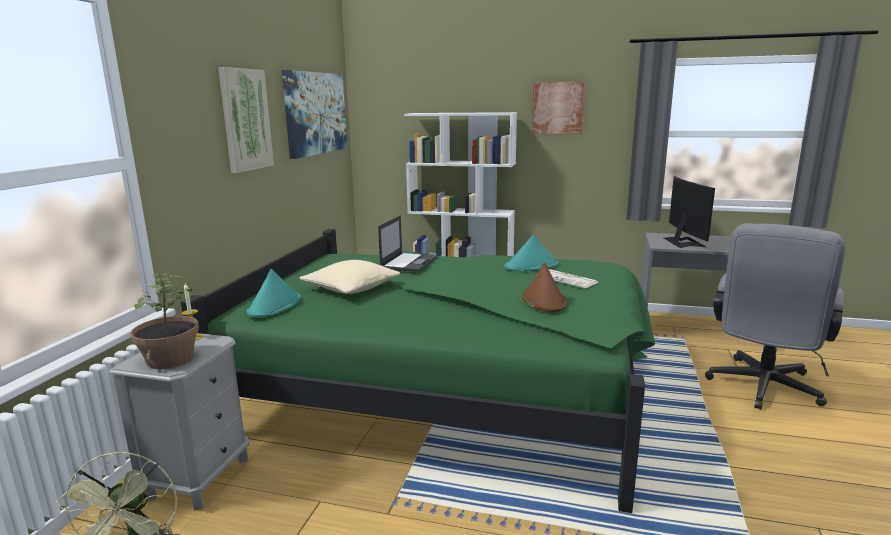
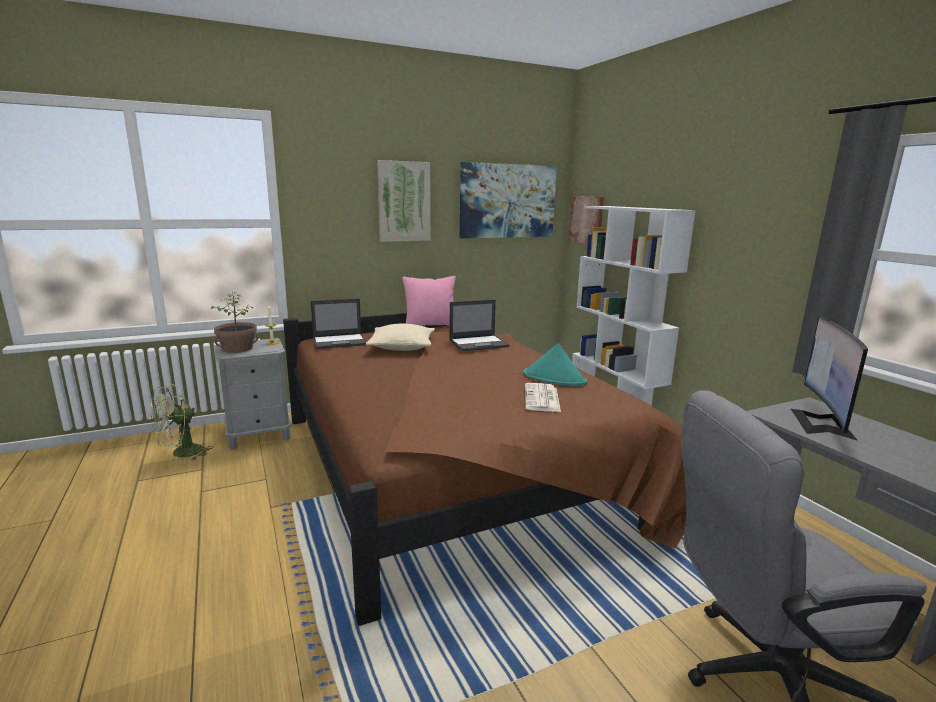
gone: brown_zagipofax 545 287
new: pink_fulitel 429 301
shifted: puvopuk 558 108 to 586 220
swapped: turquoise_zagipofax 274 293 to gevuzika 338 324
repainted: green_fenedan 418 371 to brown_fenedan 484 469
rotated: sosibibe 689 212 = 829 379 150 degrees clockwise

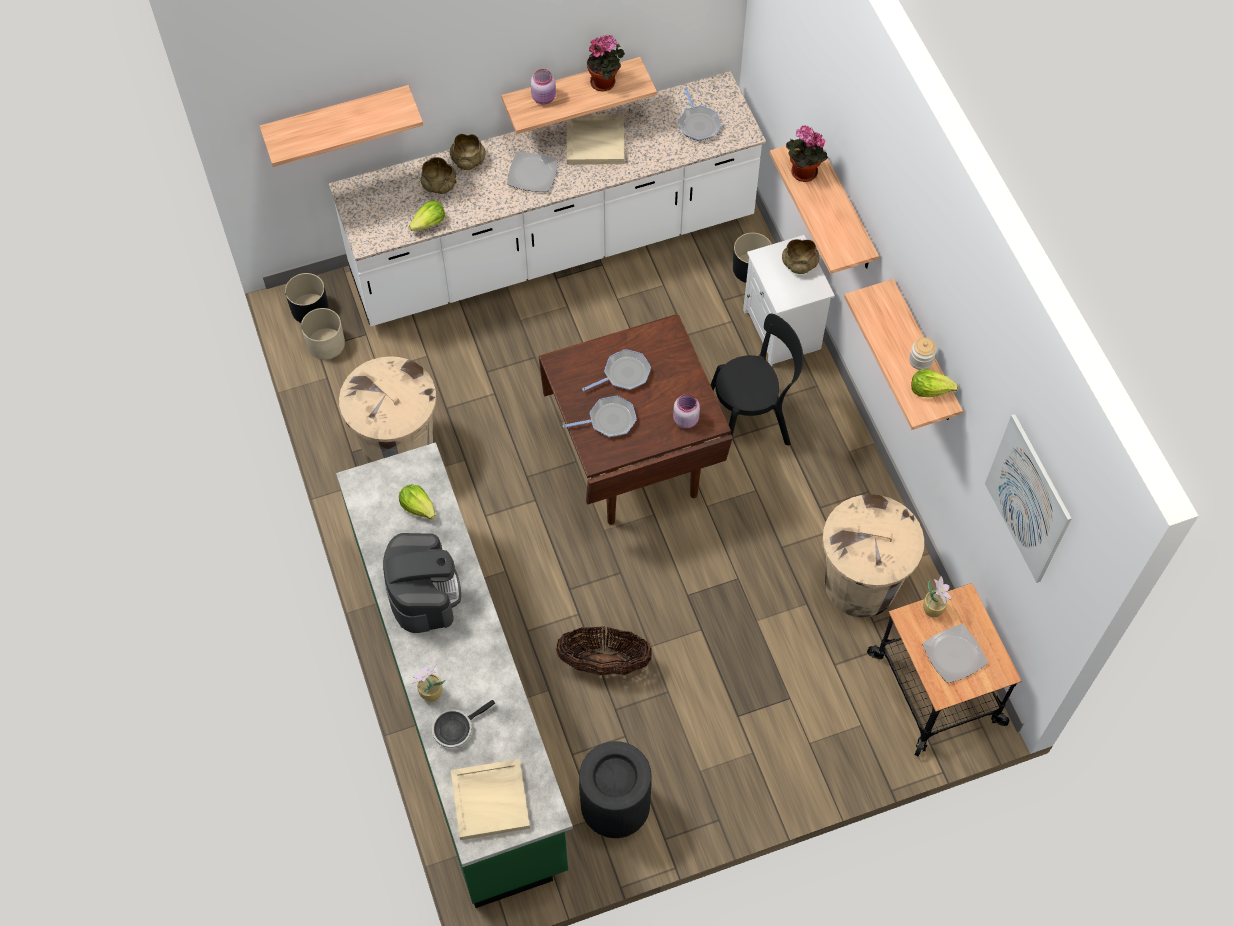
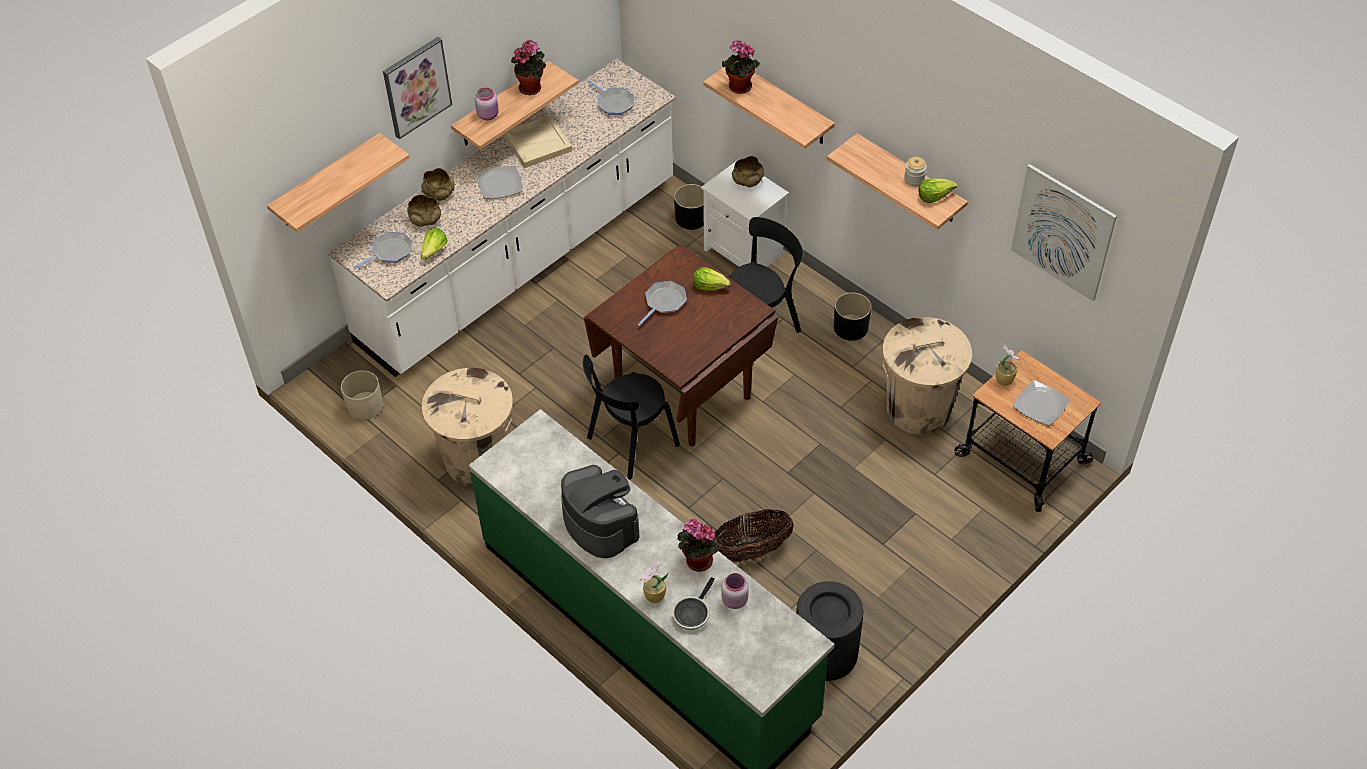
gone: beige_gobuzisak 490 799
new: puvopuk 417 88; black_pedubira 631 417; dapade 698 545
shifted: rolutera 600 416 to 383 250; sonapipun 417 502 to 712 279; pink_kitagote 686 411 to 735 591; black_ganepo 307 298 to 852 316

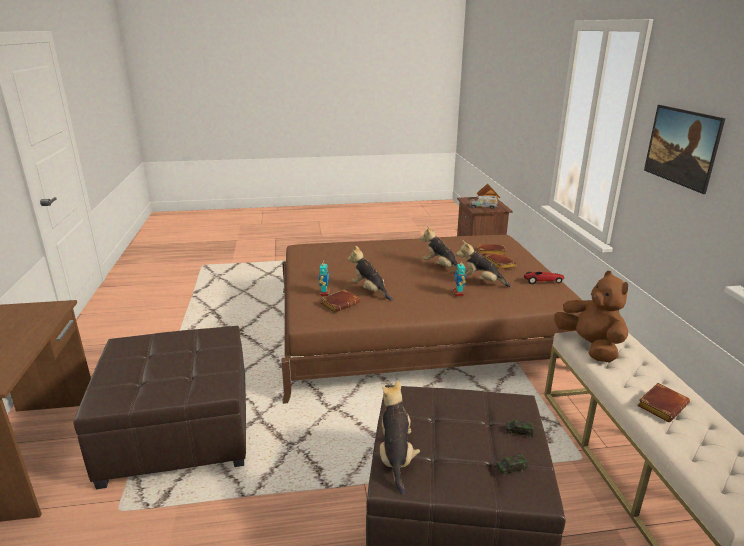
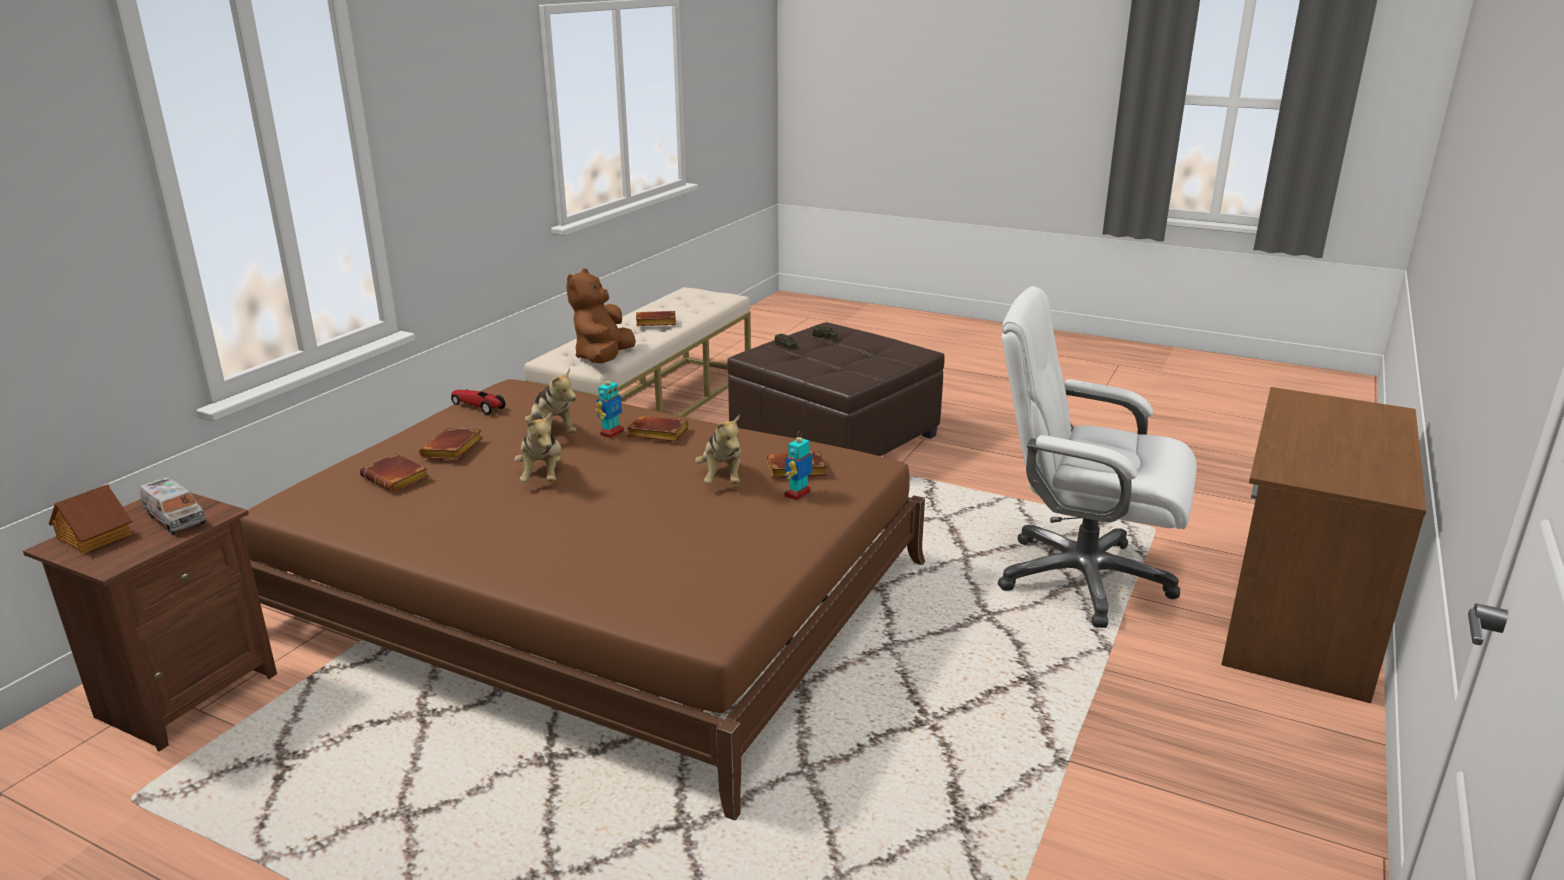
gone: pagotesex 400 437; puvopuk 684 149
new: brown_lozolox 658 428
swapped: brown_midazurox 160 407 to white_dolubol 1097 457

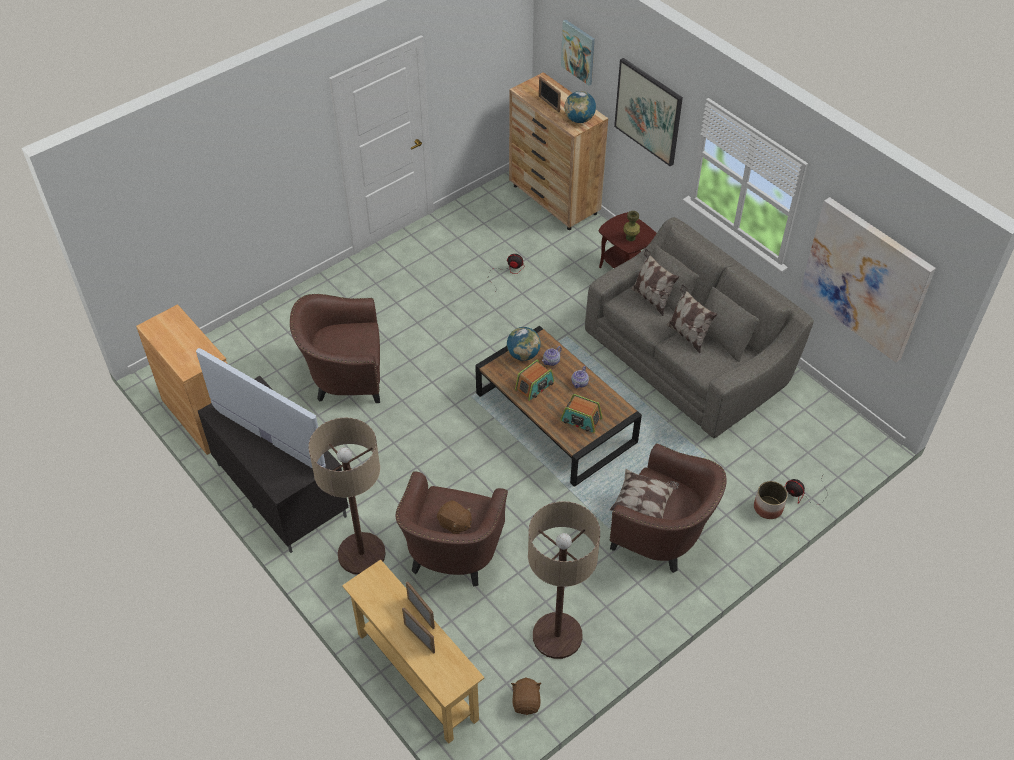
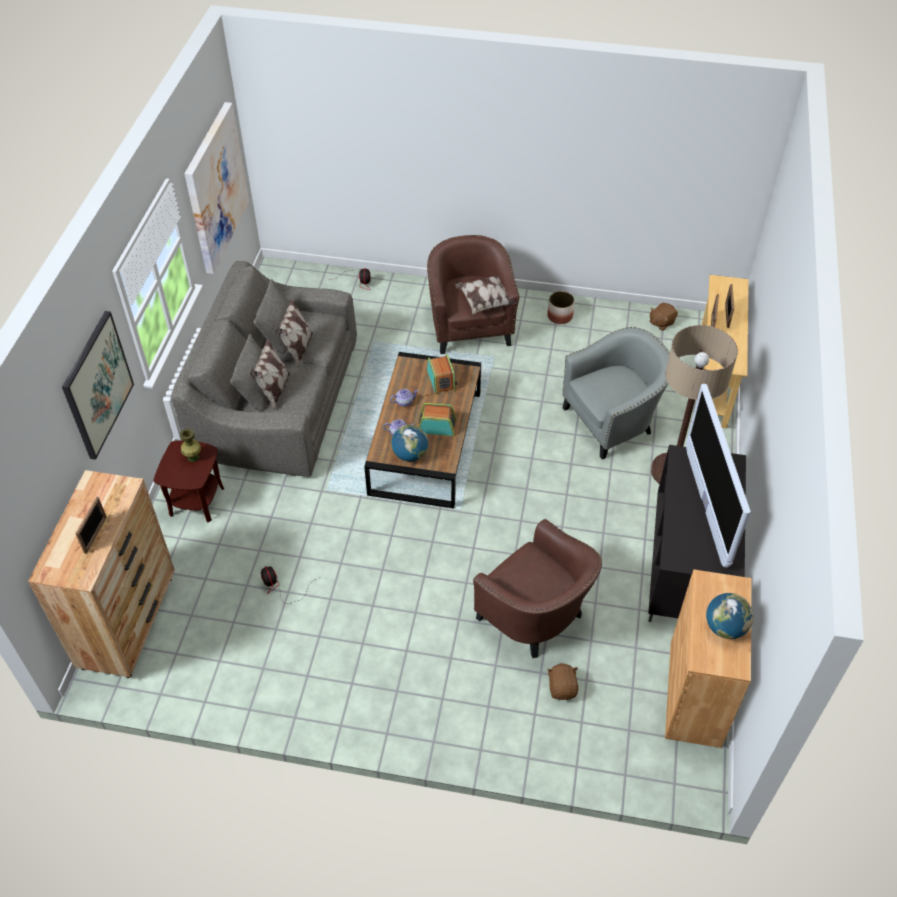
gone: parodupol 564 580; puvopuk 578 53
shifted: ganepo 771 500 to 561 307; brown_pagotesex 454 517 to 562 682; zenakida 580 107 to 729 616
repainted: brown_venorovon 452 529 to grey_venorovon 616 393

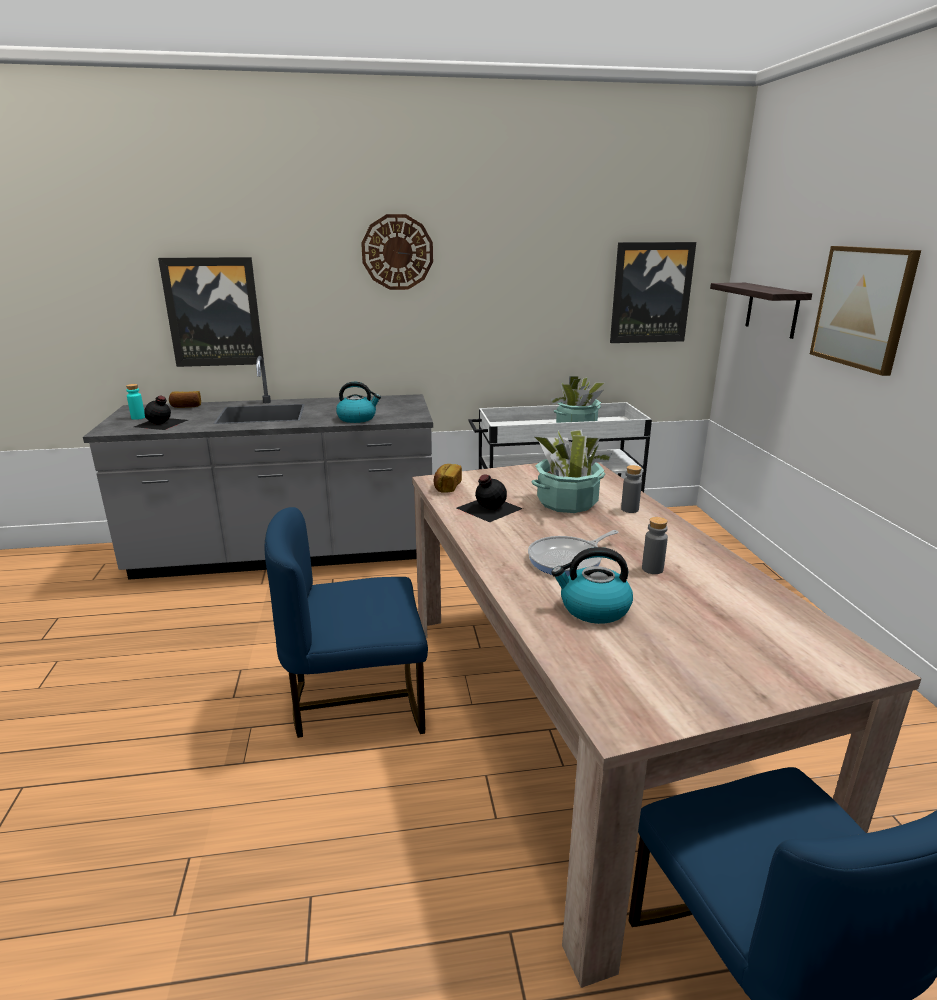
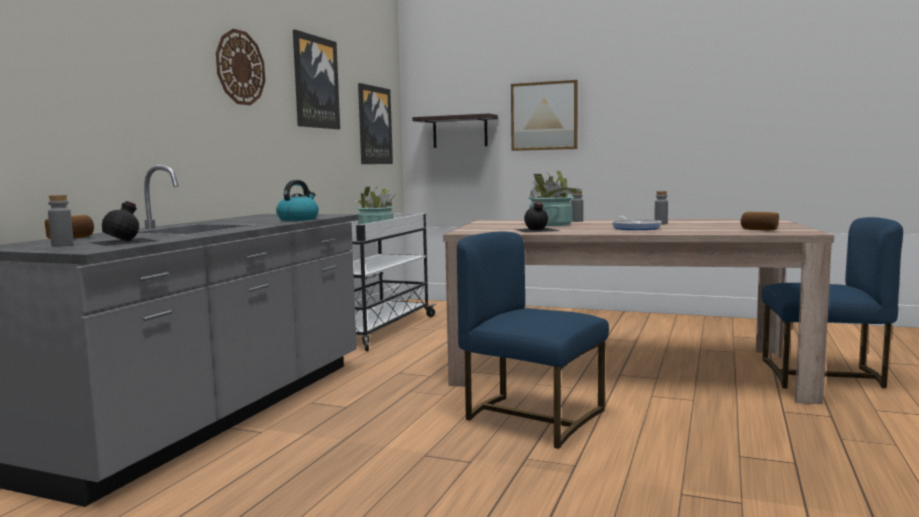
gone: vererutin 592 585
shifted: puvopuk 211 312 to 316 79; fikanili 448 478 to 759 221
repainted: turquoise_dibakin 135 402 to grey_dibakin 61 221
rotated: blue_pedubira 346 622 = 533 340 105 degrees clockwise

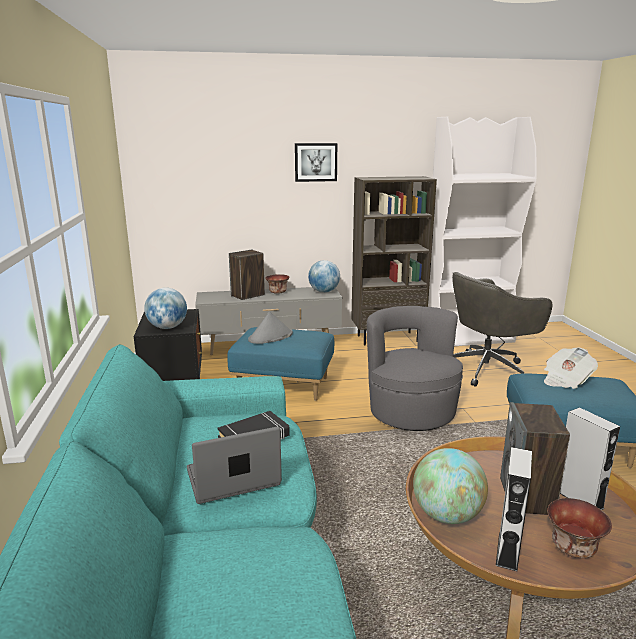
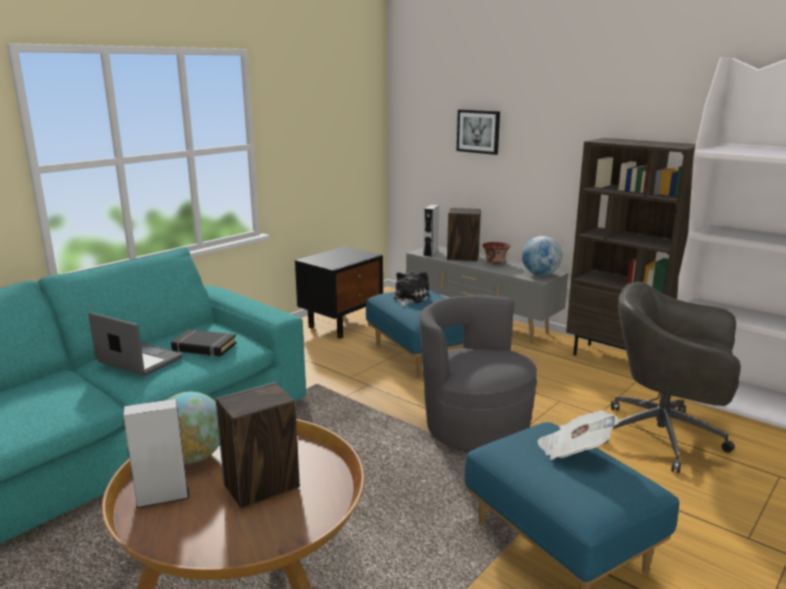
gone: zenakida 165 308; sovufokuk 579 528
shifted: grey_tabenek 590 458 to 431 230; puvopuk 316 162 to 478 132
swapped: grey_zagipofax 270 328 to pagotesex 411 289
rotated: grey_venorovon 415 368 = 478 373 75 degrees counterclockwise

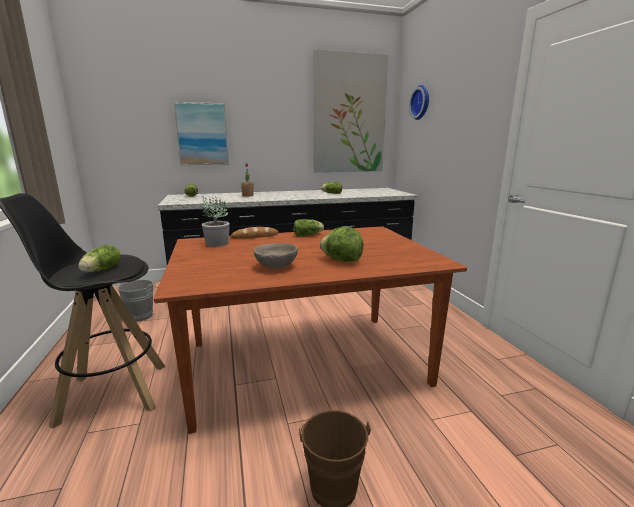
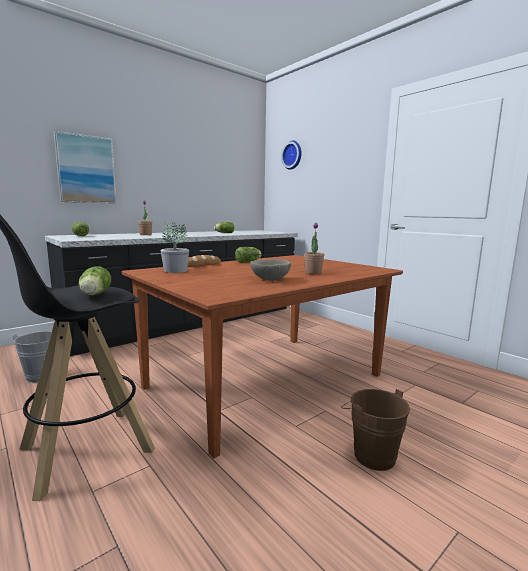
gone: puvopuk 351 110
swapped: sonapipun 341 244 to dapade 314 248

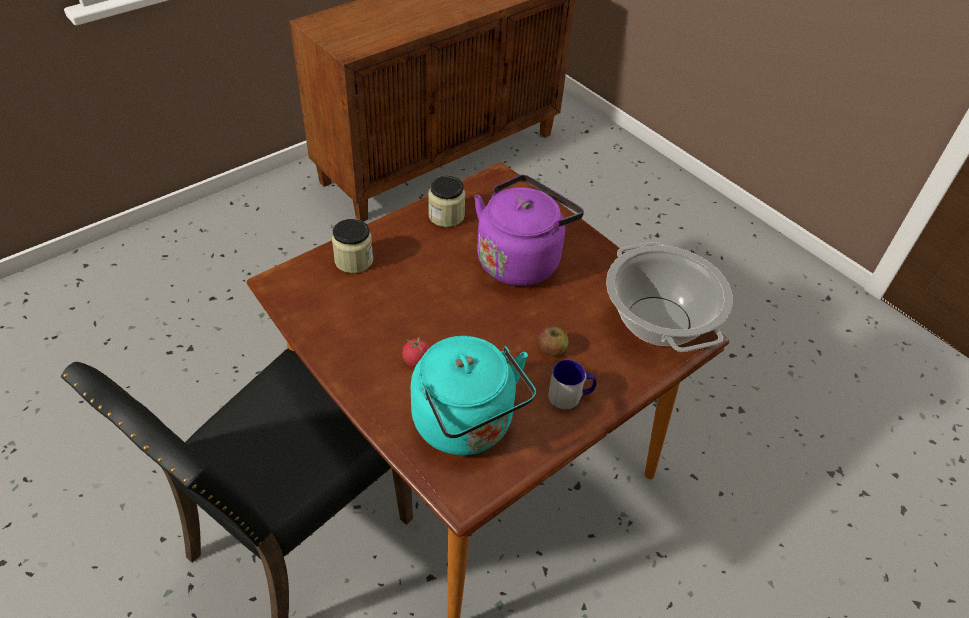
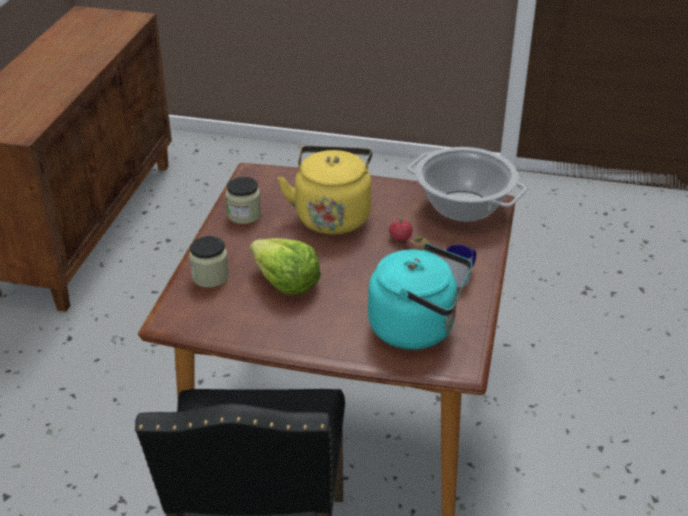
new: sonapipun 285 266
shifted: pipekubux 416 352 to 401 228
repainted: purple_vererutin 529 230 to yellow_vererutin 325 190

